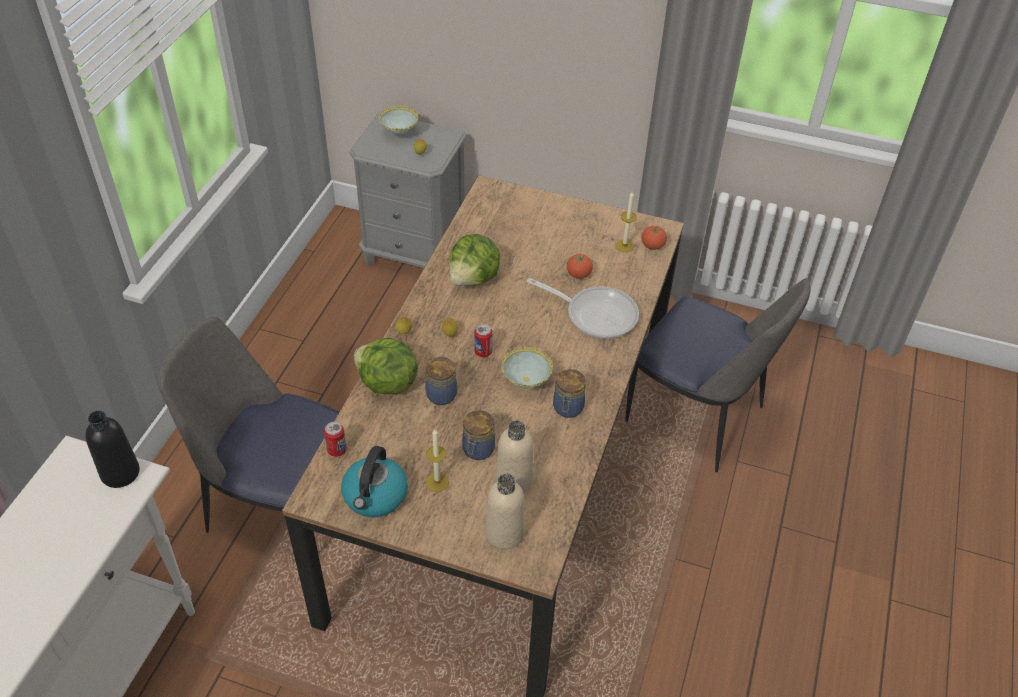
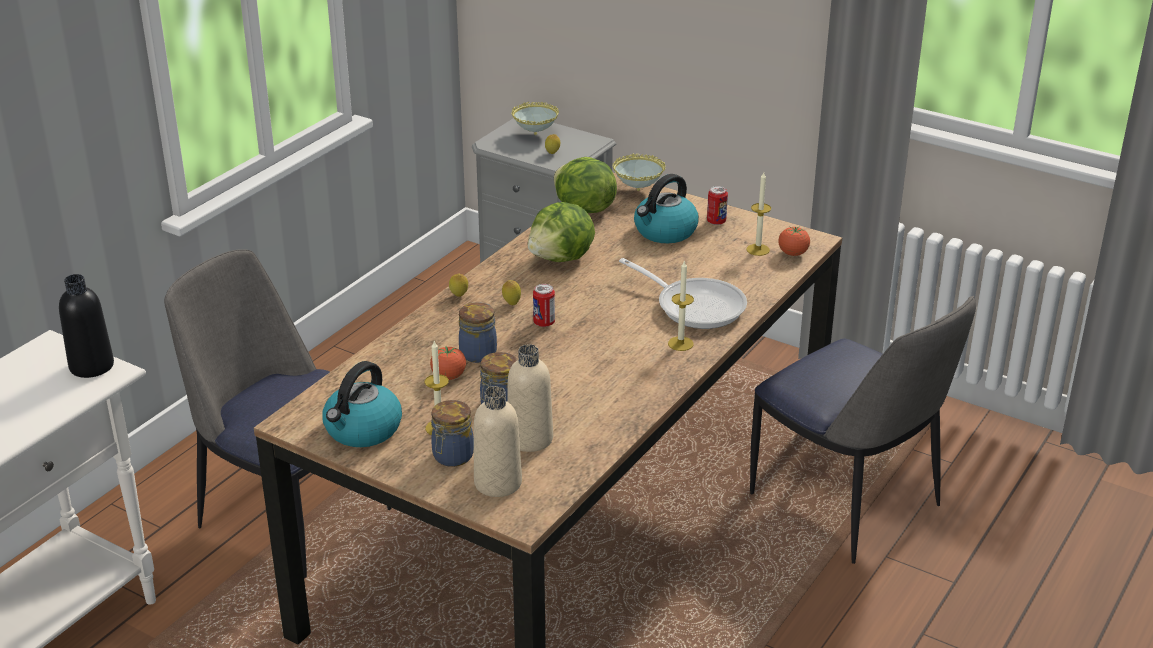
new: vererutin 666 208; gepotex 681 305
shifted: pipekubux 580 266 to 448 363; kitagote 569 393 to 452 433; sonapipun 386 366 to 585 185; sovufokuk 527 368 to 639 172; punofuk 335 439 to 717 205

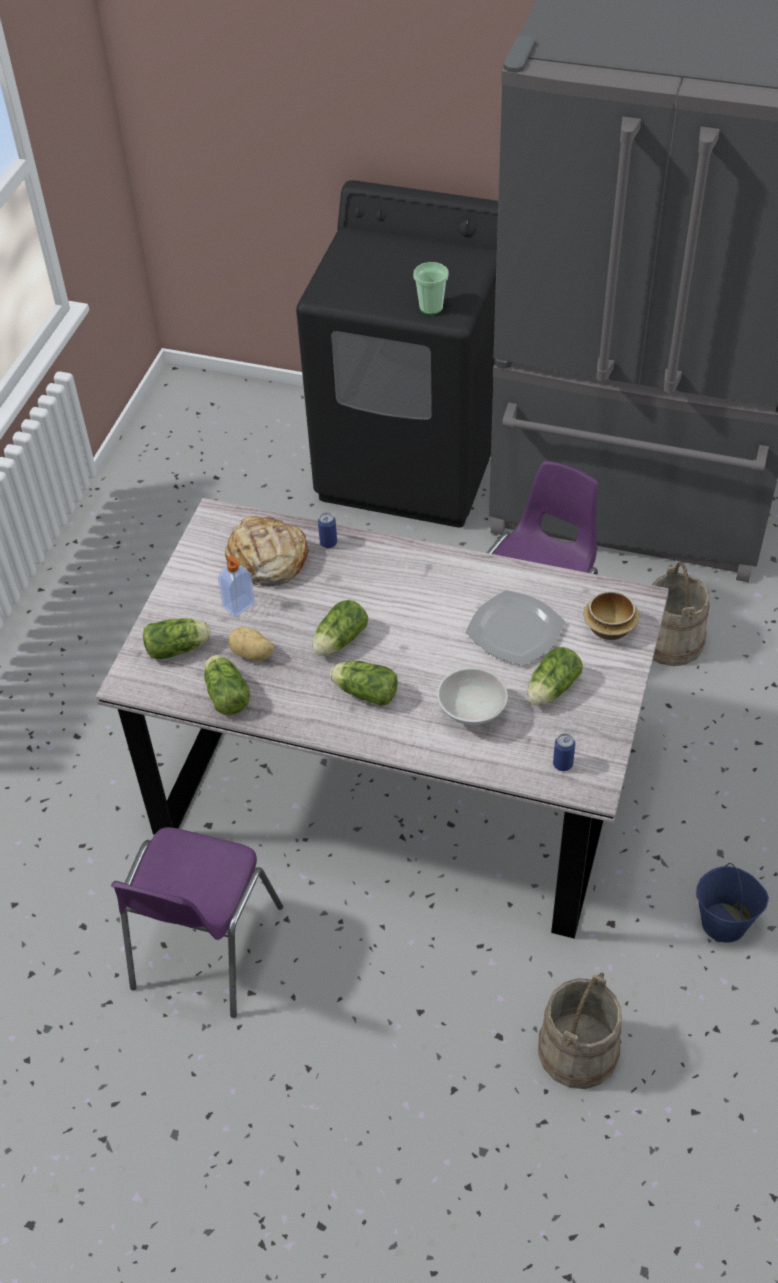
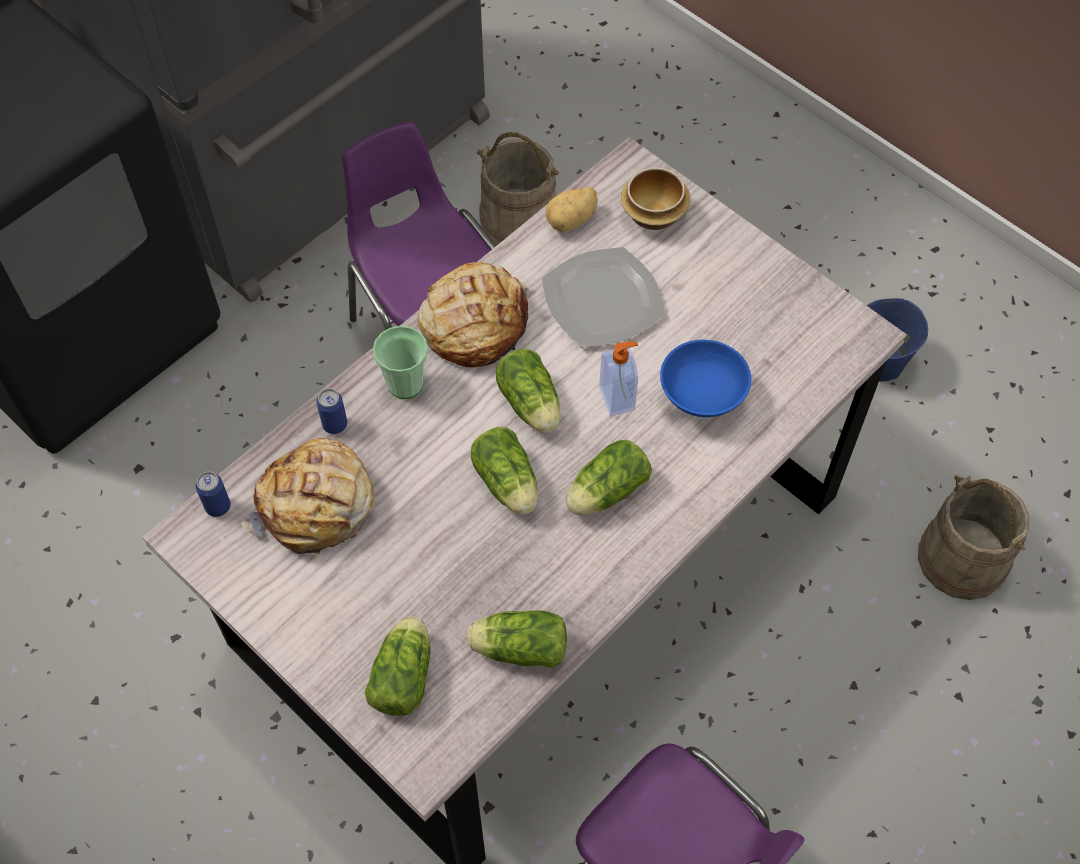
new: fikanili 474 315
shifted: punofuk 564 752 to 213 494; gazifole 431 288 to 400 362; sonapipun 555 676 to 528 391; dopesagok 251 644 to 572 209; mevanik 236 586 to 618 378
repainted: white_sovufokuk 472 696 to blue_sovufokuk 705 378

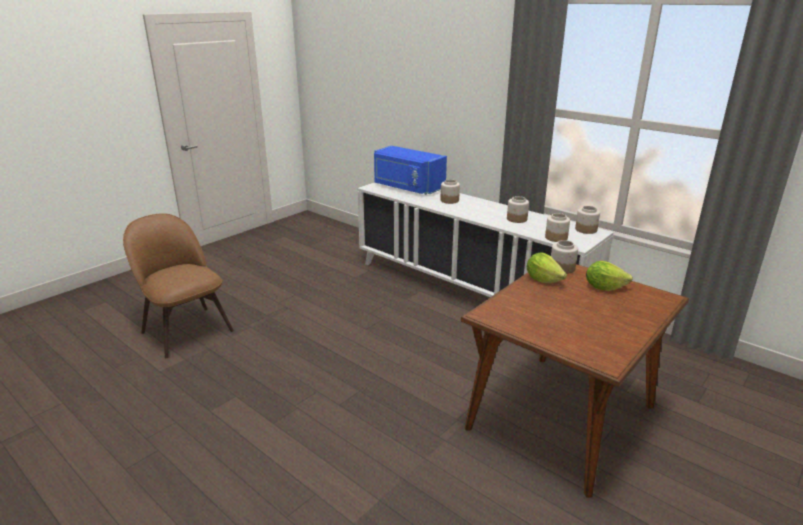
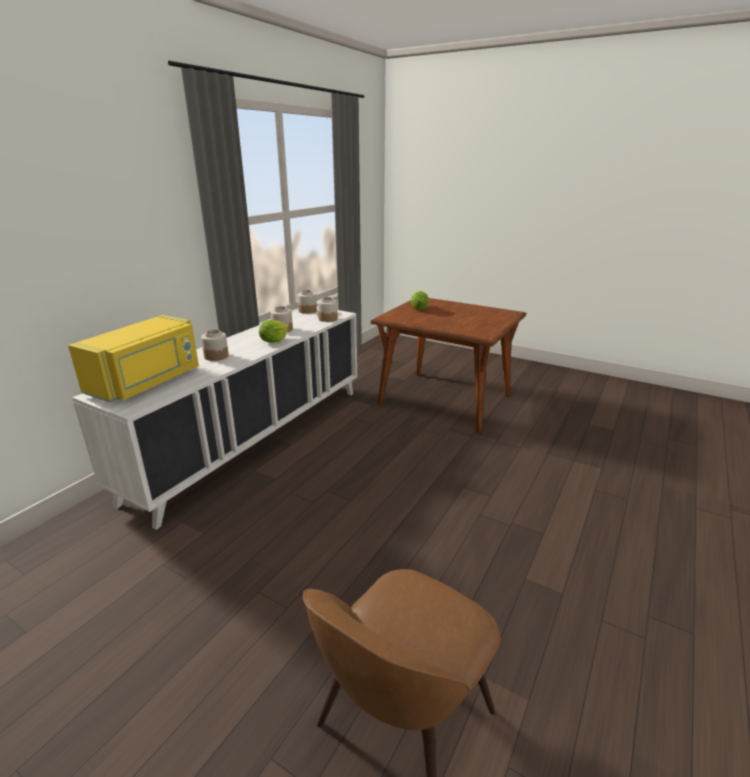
gone: kitagote 564 257
shifted: sonapipun 547 267 to 274 331
repainted: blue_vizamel 410 170 to yellow_vizamel 133 358

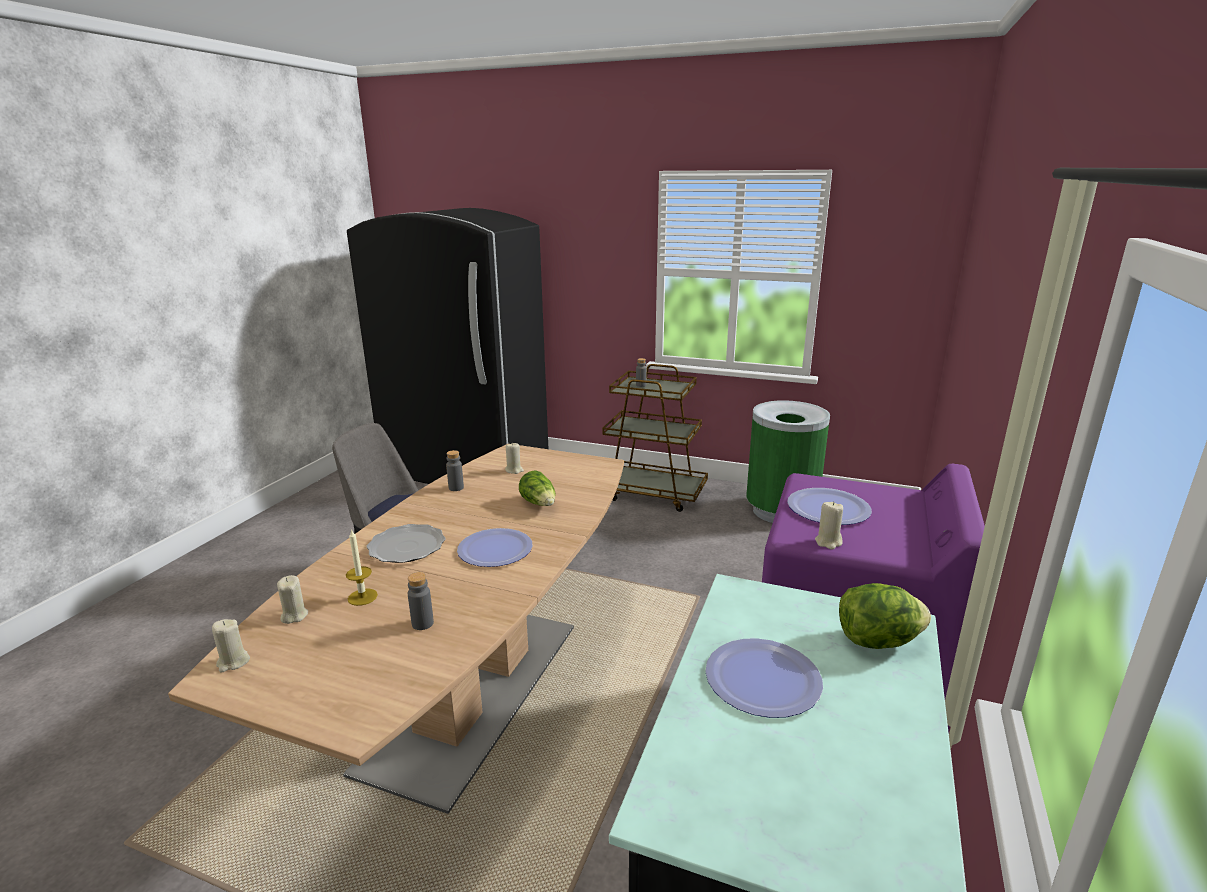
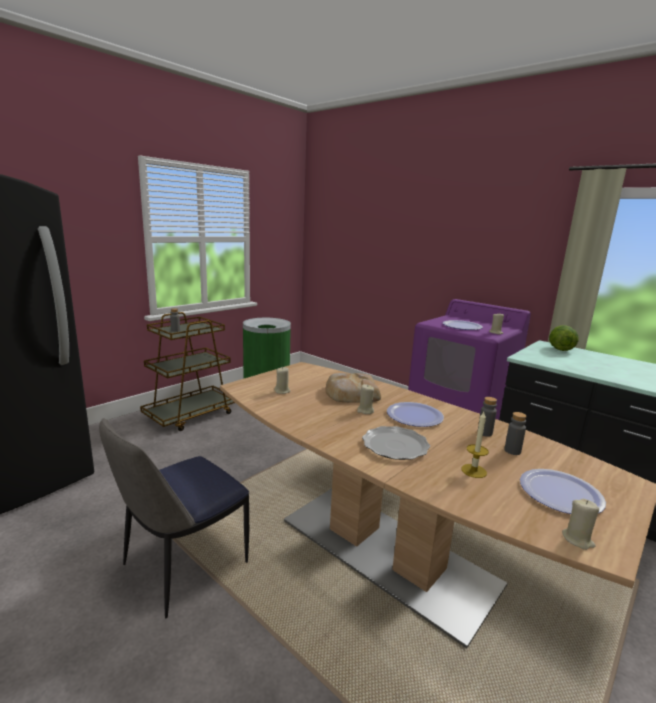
shifted: beige_gepotex 292 599 to 365 399; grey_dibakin 455 470 to 487 417; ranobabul 764 678 to 563 491
swapped: sonapipun 537 488 to fikanili 353 387

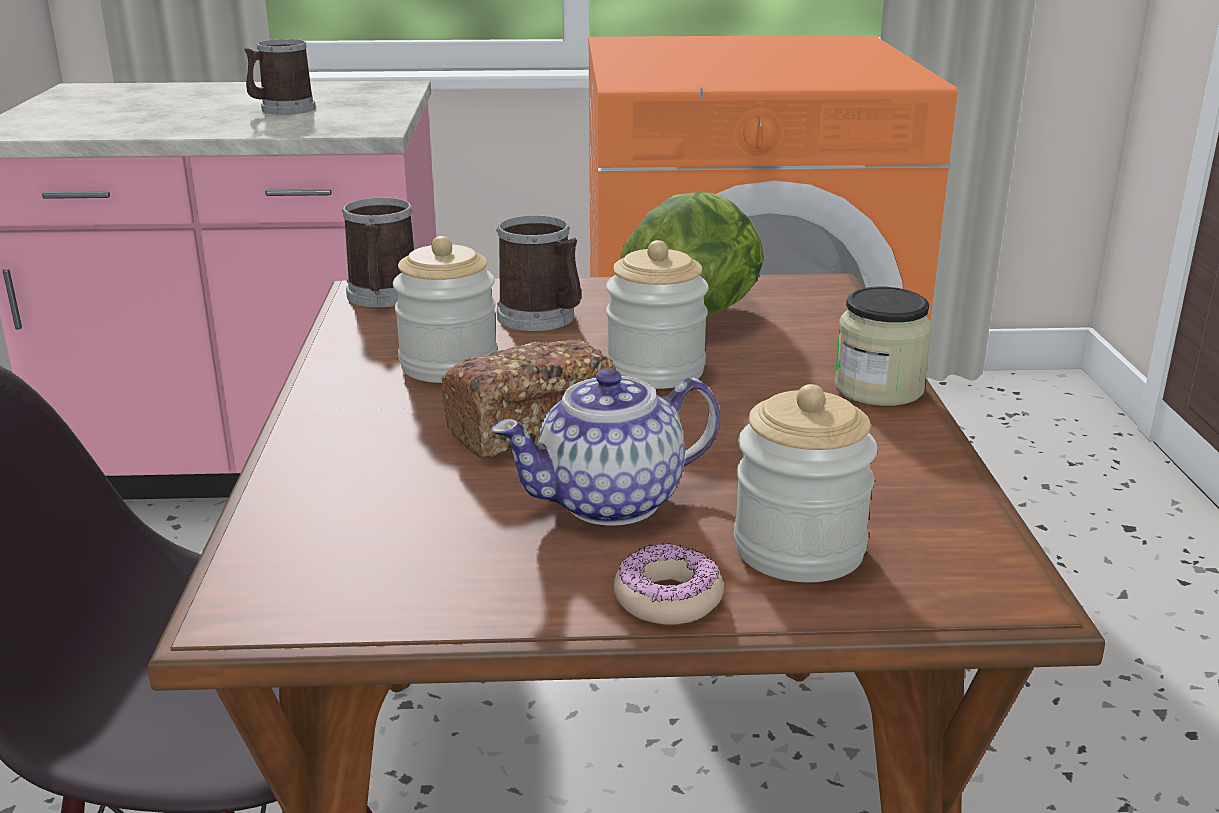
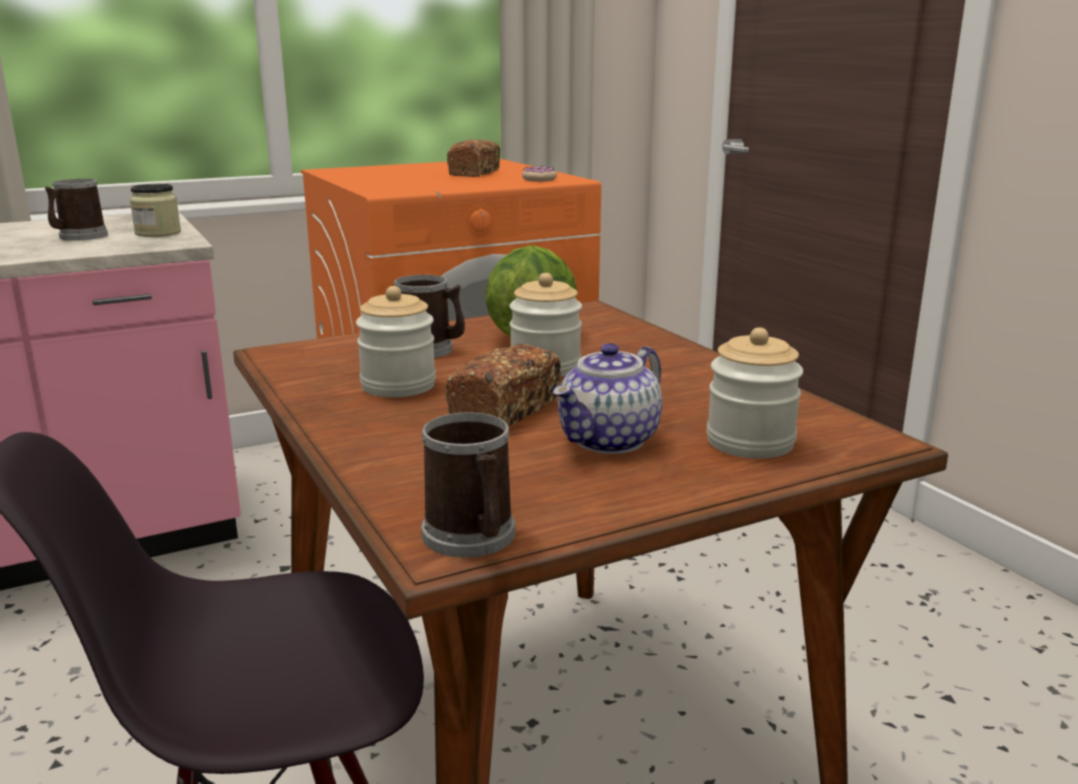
new: fikanili 473 158
shifted: kitagote 883 346 to 155 210; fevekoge 378 252 to 468 485; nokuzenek 668 583 to 539 174

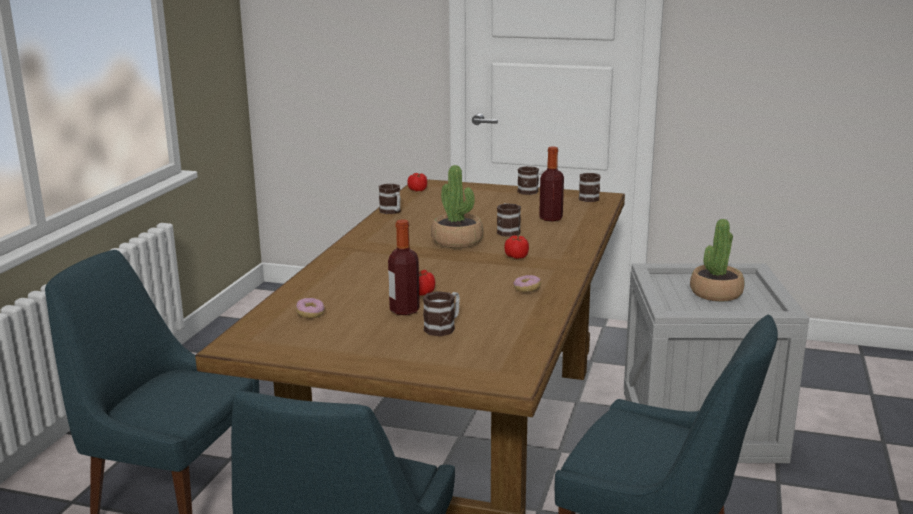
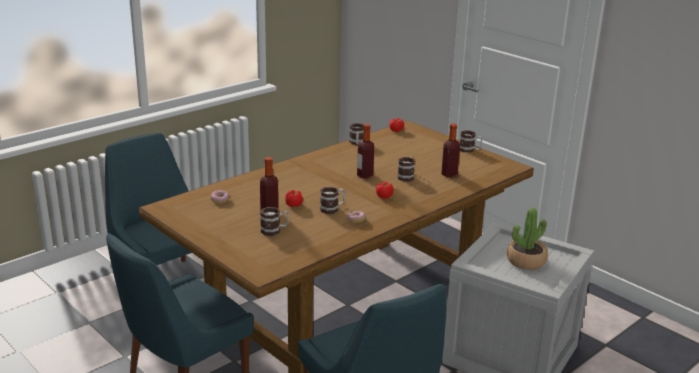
shifted: fevekoge 589 187 to 332 200
swapped: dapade 457 206 to dibakin 365 151

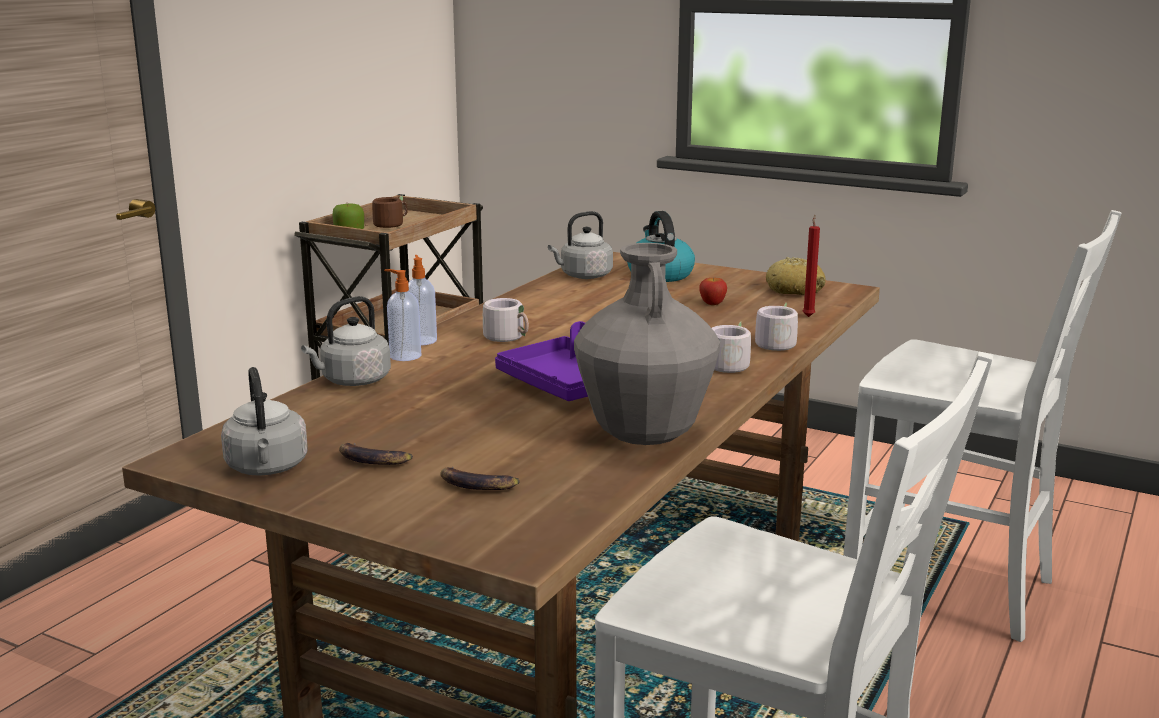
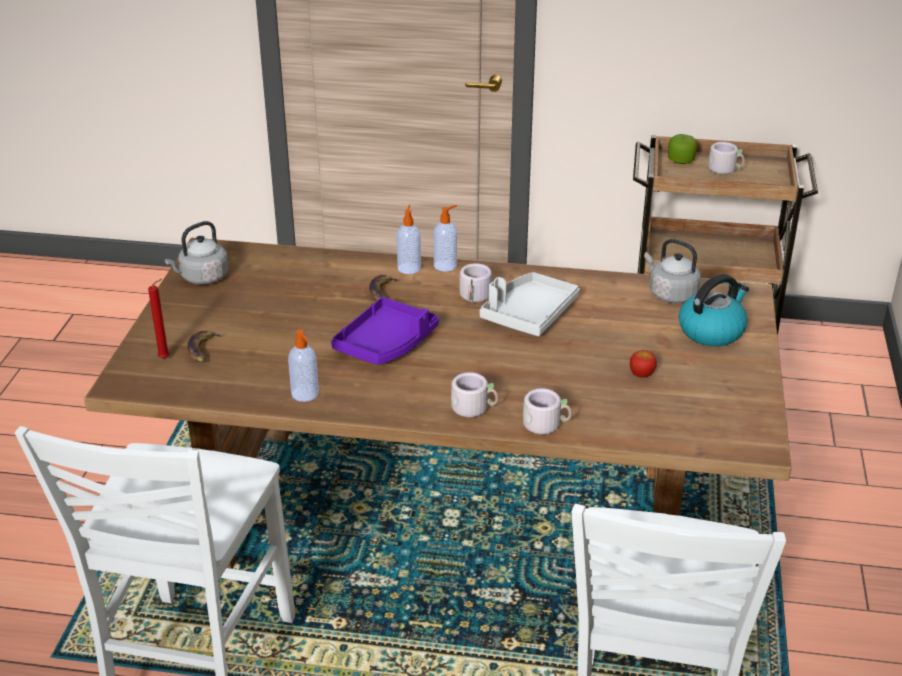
gone: grey_vererutin 346 341; fikanili 796 276
new: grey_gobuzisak 529 304
shifted: red_gepotex 811 266 to 158 319; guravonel 376 454 to 384 287
swapped: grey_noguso 647 344 to mevanik 303 365
repainted: brown_fevekoge 390 212 to grey_fevekoge 726 158

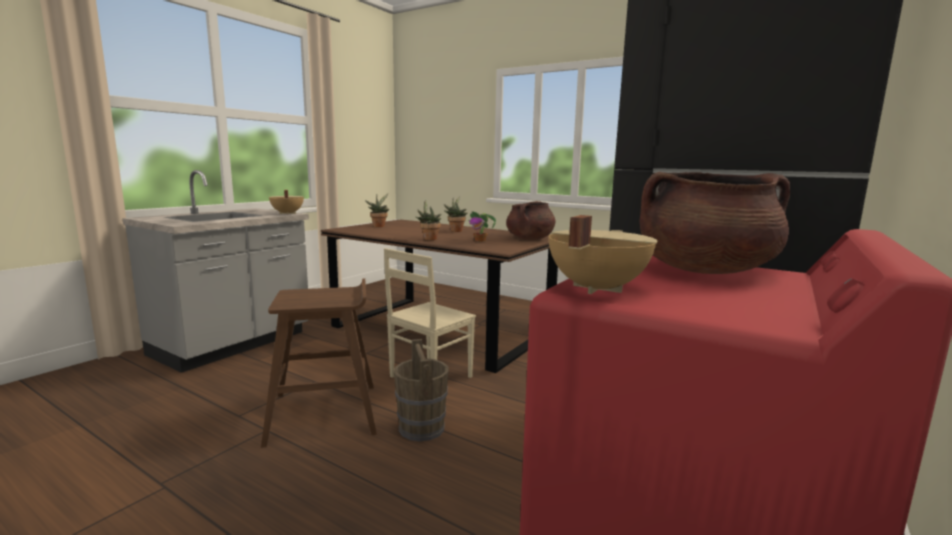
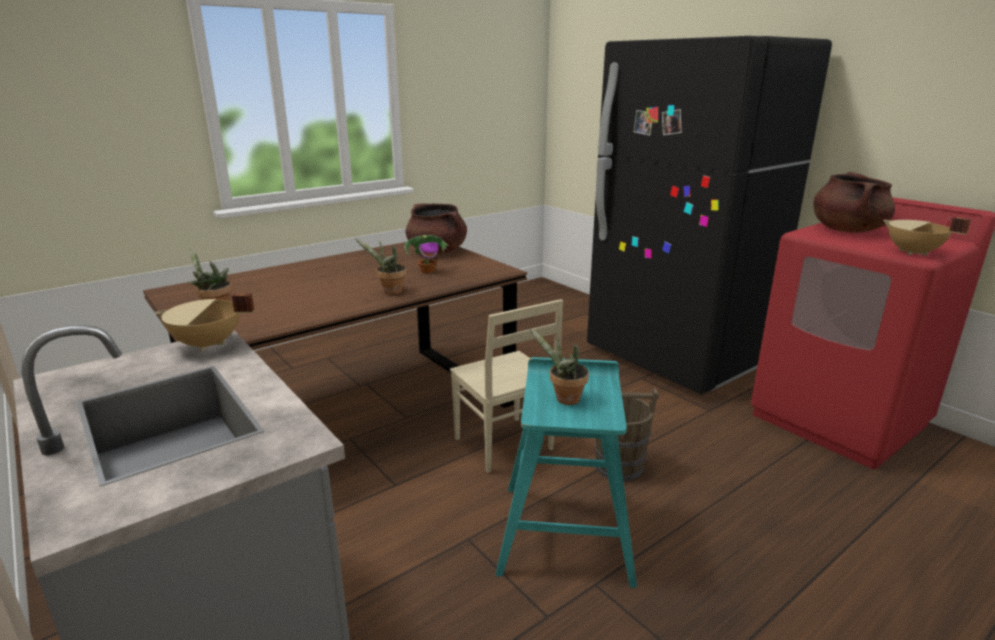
shifted: dapade 455 214 to 559 366
repainted: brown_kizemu 319 363 to turquoise_kizemu 566 472

